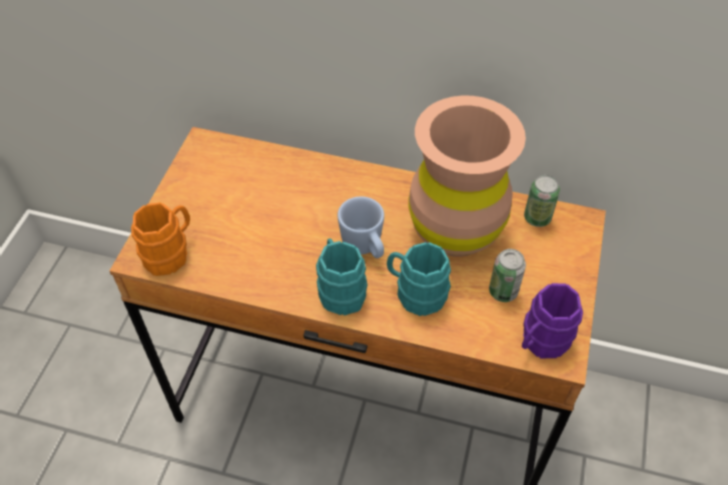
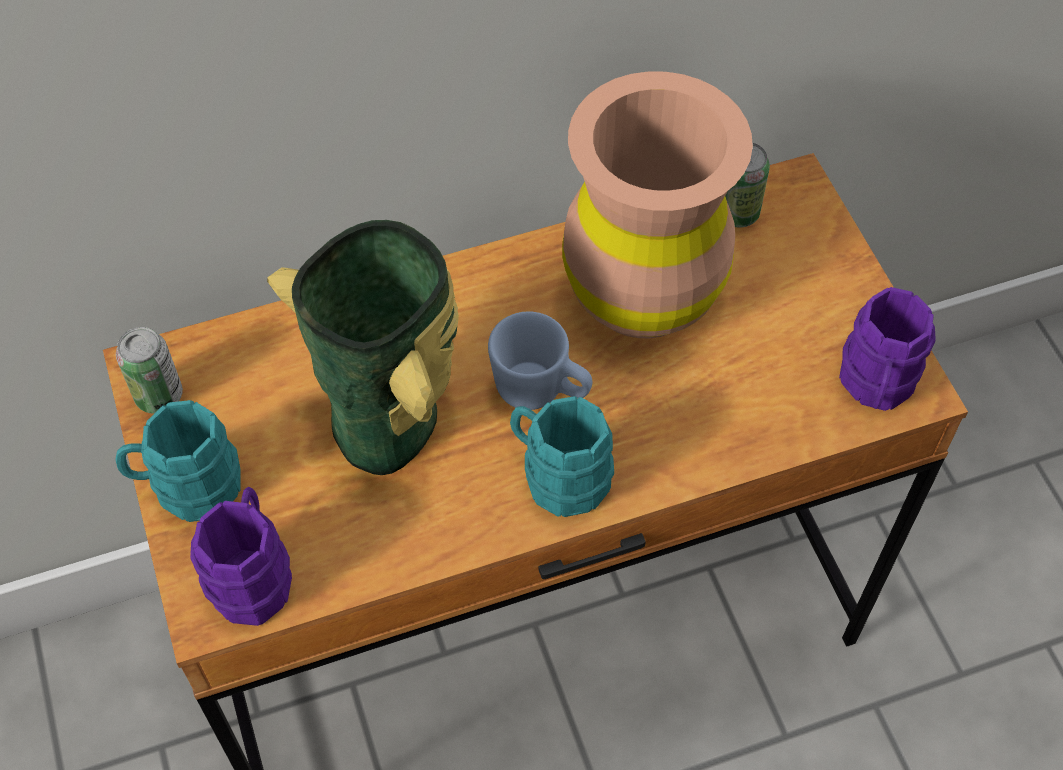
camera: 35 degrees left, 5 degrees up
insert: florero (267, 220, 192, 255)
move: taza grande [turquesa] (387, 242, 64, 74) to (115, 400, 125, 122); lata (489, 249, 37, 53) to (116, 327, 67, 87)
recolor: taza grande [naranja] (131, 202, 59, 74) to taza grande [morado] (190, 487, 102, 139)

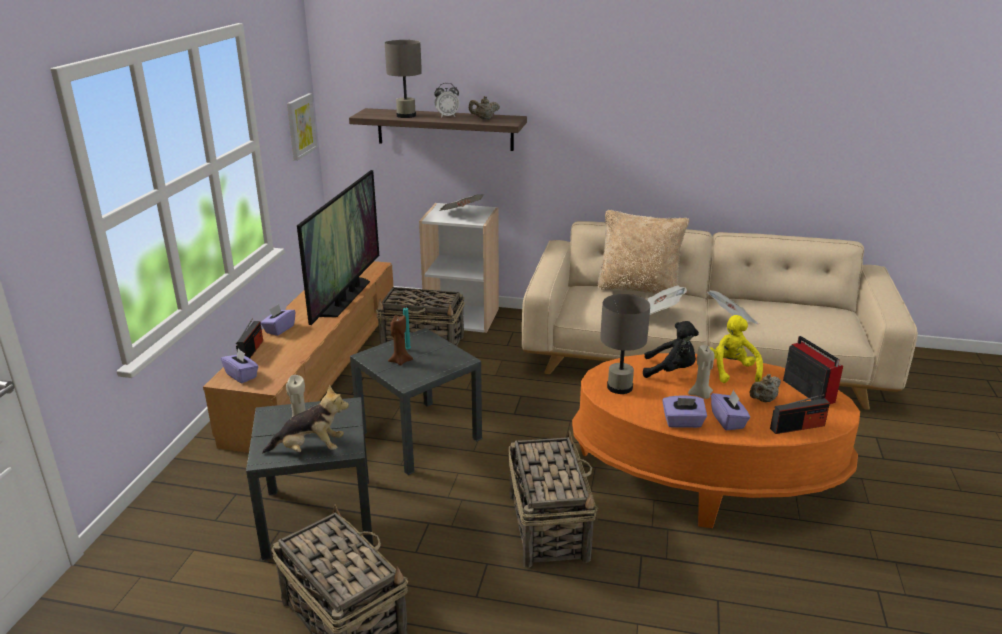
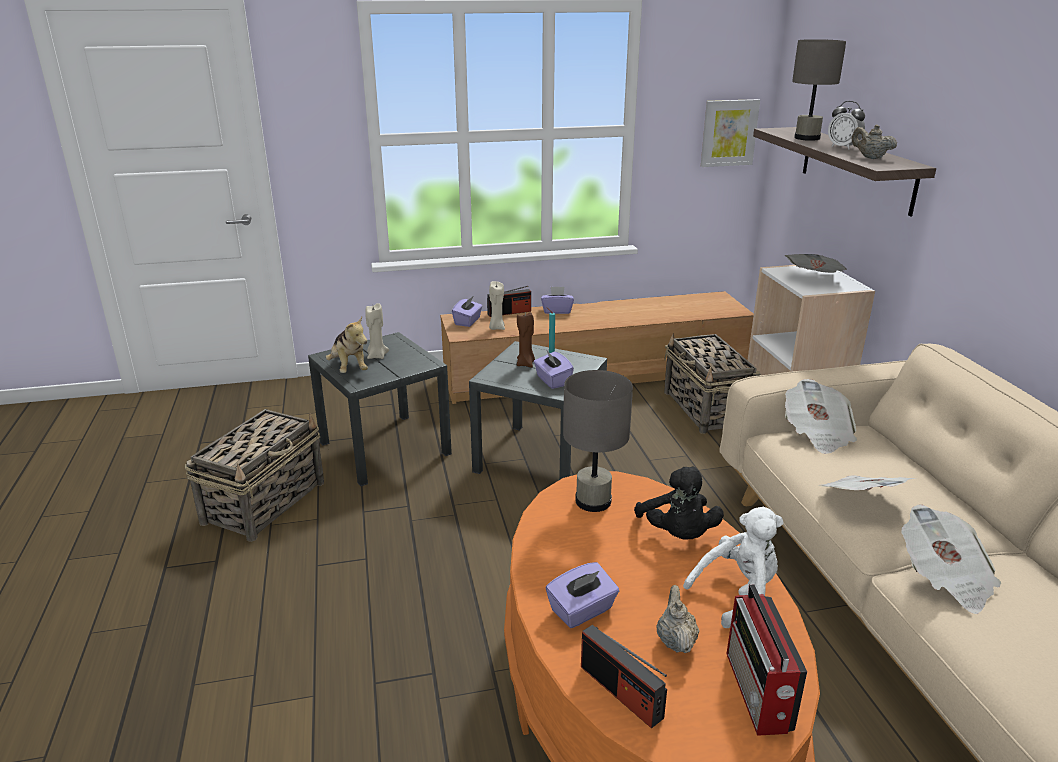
camera: 65 degrees right, 0 degrees up
delete: televisor (297, 170, 82, 155); cesta (509, 430, 89, 138); cojín [beis] (598, 210, 91, 84)
insert: periódico (785, 379, 72, 75)
move: caja de pañuelos [morado] (662, 395, 45, 33) to (534, 351, 40, 38); vela [beis] (688, 345, 27, 54) to (489, 281, 16, 49)
recolor: peluche [amarillo] (710, 315, 53, 68) to peluche [blanco] (683, 507, 101, 121)
rotate: tetera [beis] (750, 374, 31, 28) = (656, 585, 43, 69) 60 degrees clockwise; radio (783, 336, 60, 68) = (727, 584, 80, 152) 135 degrees clockwise

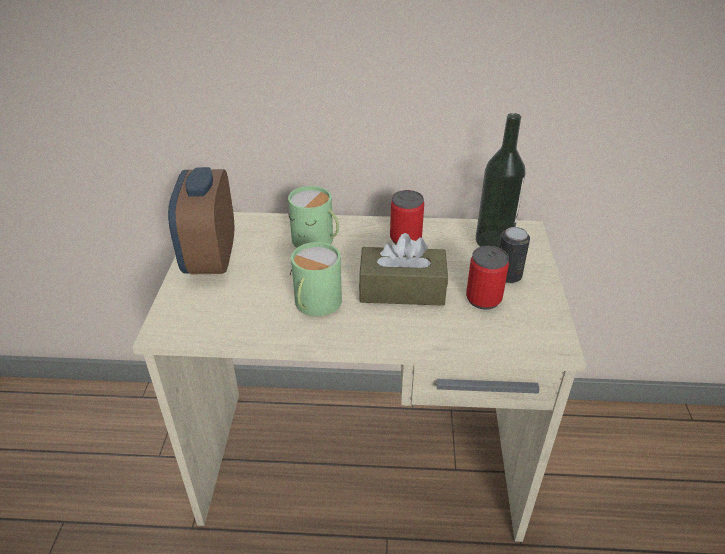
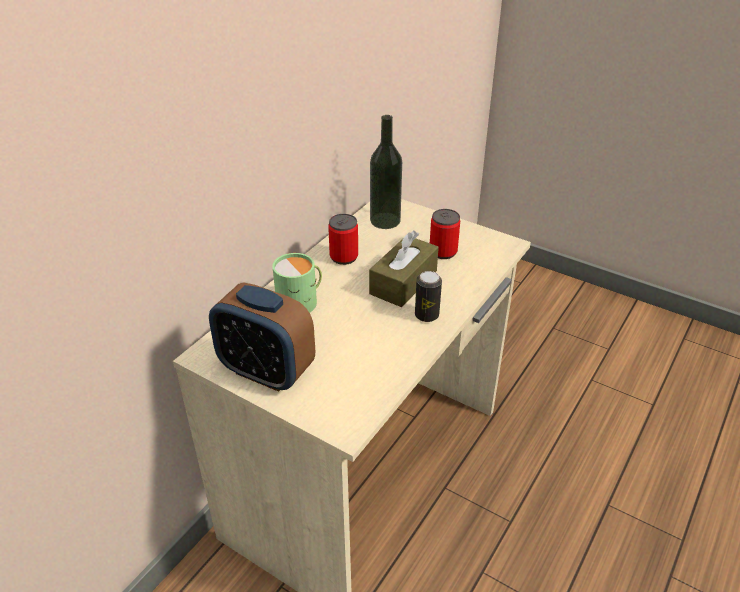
camera: 60 degrees left, 0 degrees up
delete: taza grande [verde] (290, 242, 52, 75)
move: lata (500, 227, 30, 56) to (415, 271, 27, 51)

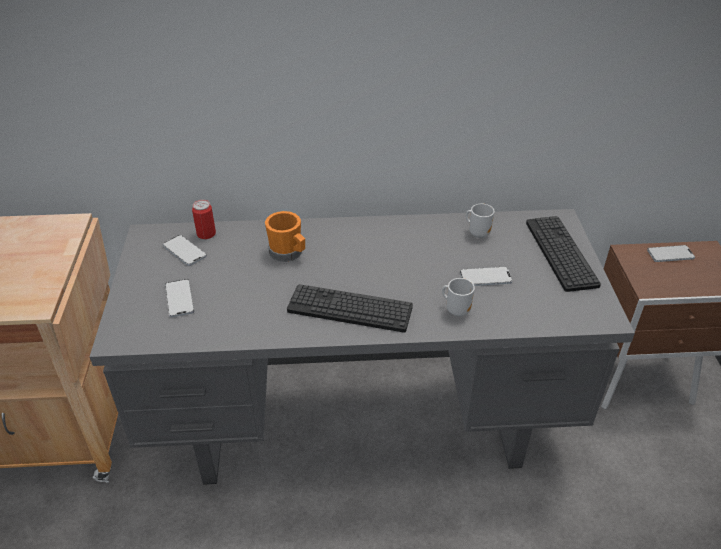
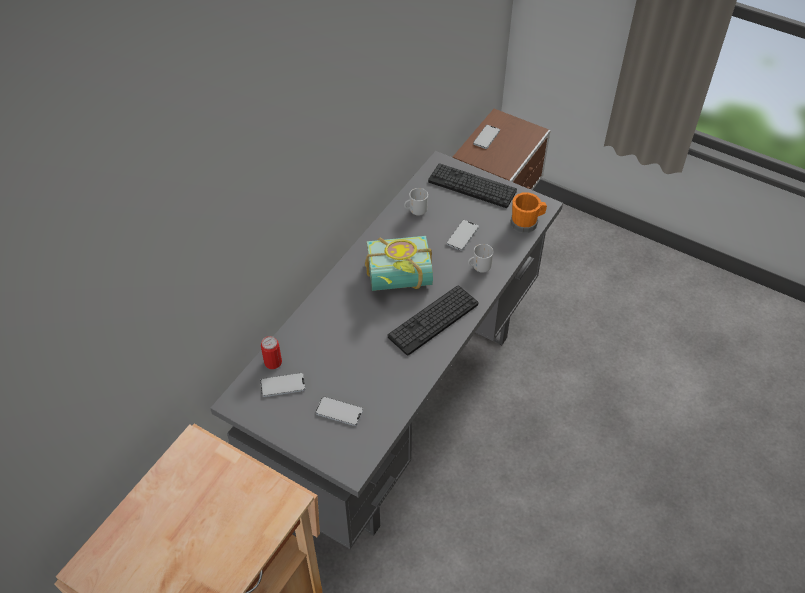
camera: 55 degrees left, 10 degrees up
insert: libro (365, 236, 68, 55)
move: taza grande [naranja] (265, 211, 40, 51) to (510, 192, 37, 41)

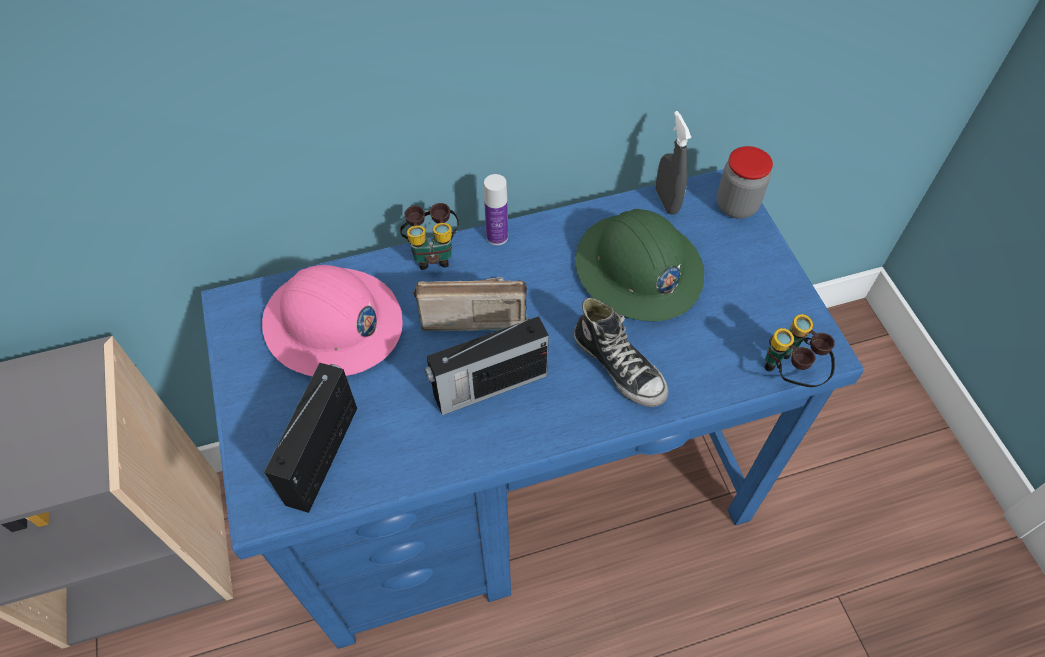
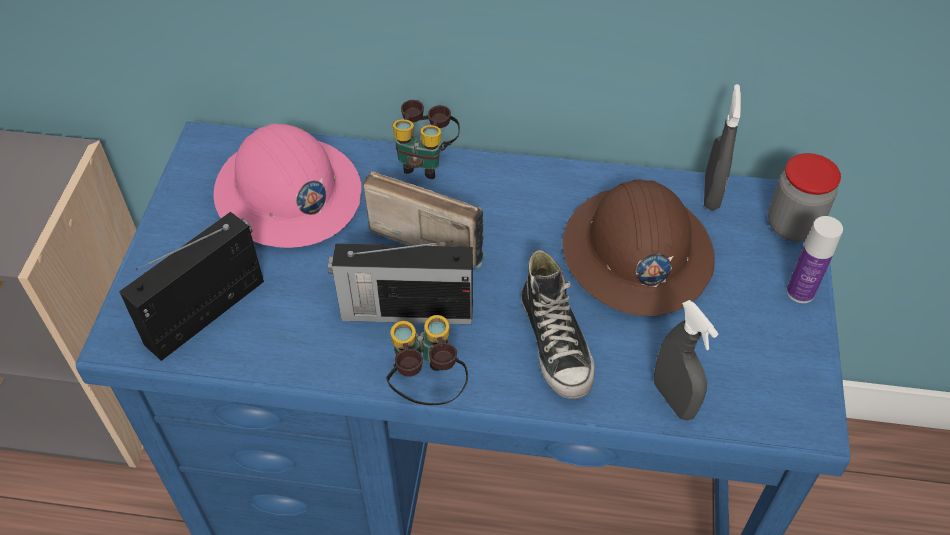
camera: 25 degrees right, 5 degrees down
insert: pulverizador [gris] (654, 300, 65, 120)
move: botella (484, 174, 24, 71) to (786, 216, 57, 87); prismáticos (765, 314, 70, 73) to (386, 315, 82, 90)
recolor: casco [verde] (575, 209, 129, 112) to casco [marrón] (562, 179, 153, 137)

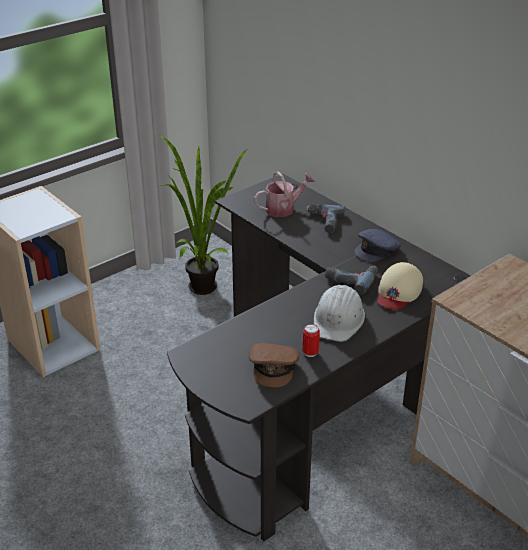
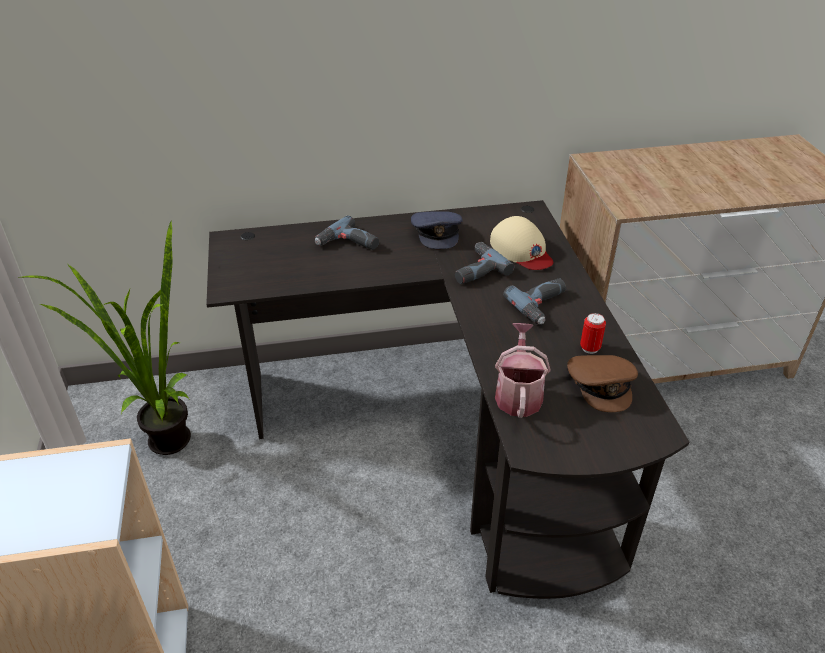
camera: 60 degrees left, 5 degrees up
move: regadera (254, 171, 61, 46) to (495, 323, 55, 95)
replace: casco [blanco] (314, 285, 51, 57) to taladro (503, 278, 63, 47)
rotate: gorra [marrón] (249, 343, 50, 44) = (567, 355, 71, 57) 45 degrees clockwise

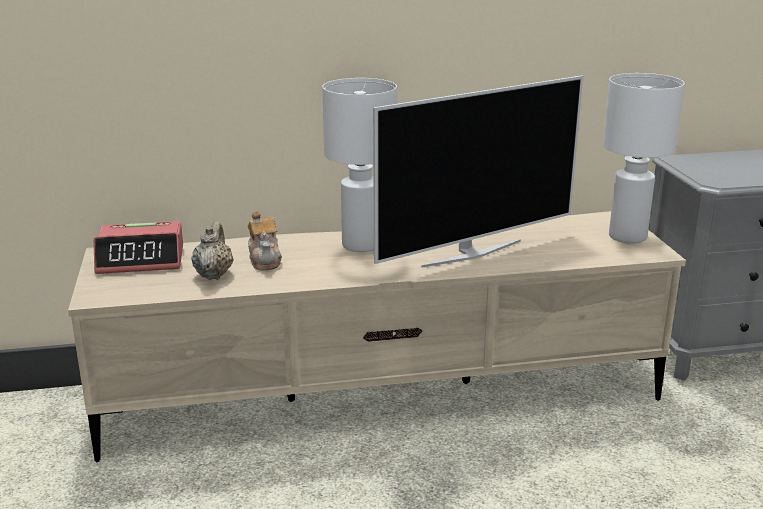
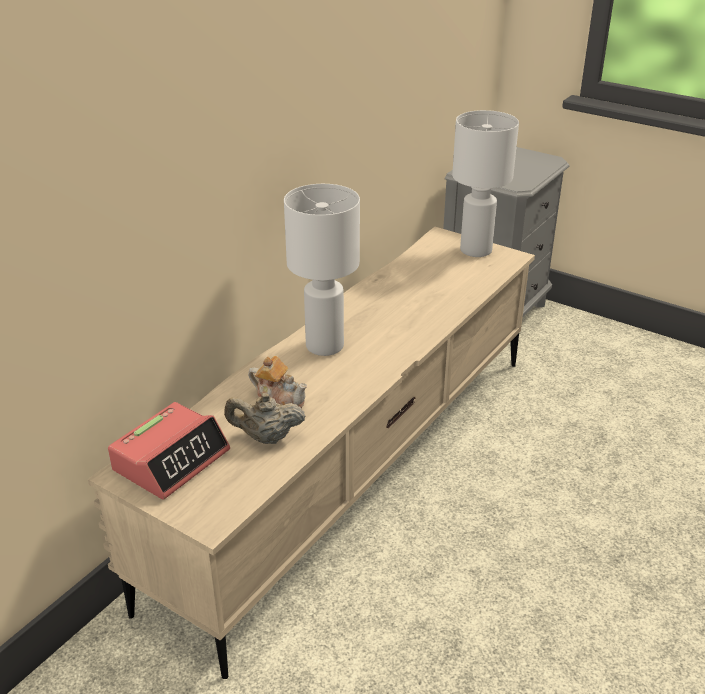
camera: 45 degrees left, 10 degrees up
delete: televisor (373, 75, 210, 193)
rotate: tetera [beis] (191, 221, 43, 59) = (224, 393, 82, 51) 45 degrees counterclockwise

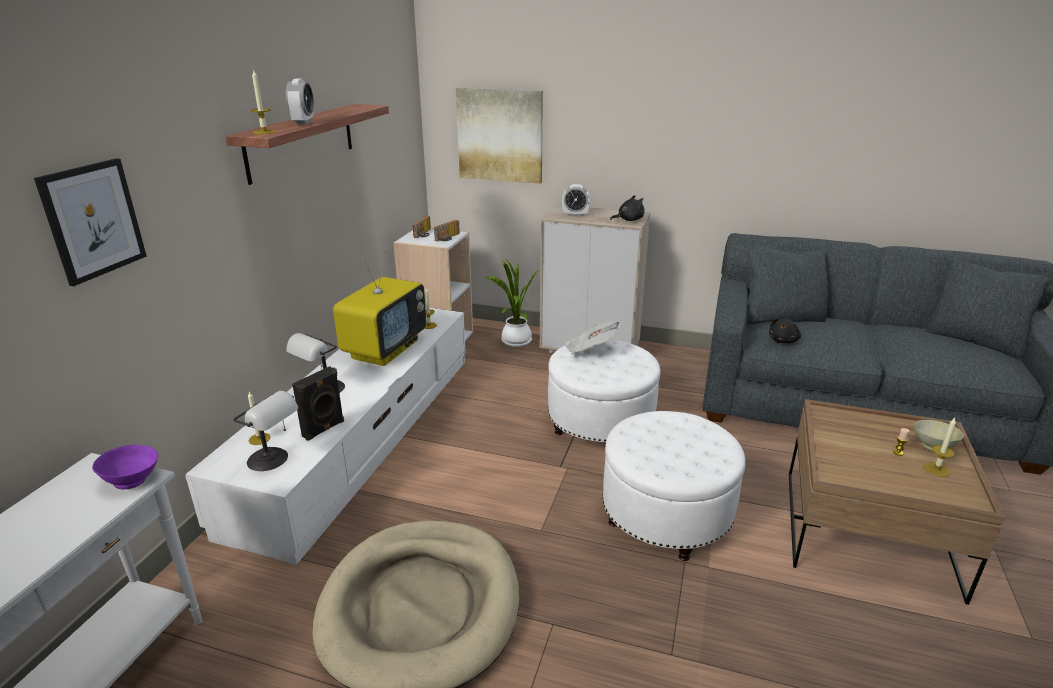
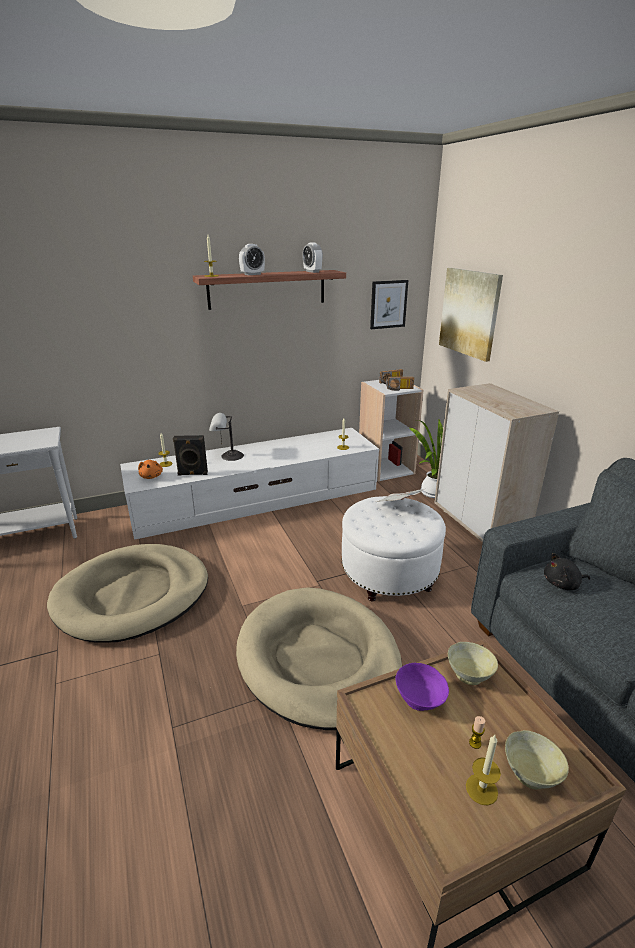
camera: 50 degrees right, 0 degrees up
delete: televisor (333, 251, 94, 115); peluche [negro] (610, 195, 35, 26)
insert: cuenco [beis] (448, 642, 50, 43)
move: cuadro (34, 158, 113, 128) to (370, 280, 38, 49); cuenco [morado] (92, 444, 66, 45) to (396, 663, 53, 48); despertador (562, 184, 28, 33) to (302, 242, 21, 31)
replace: lámpara de mesa (233, 391, 65, 80) to peluche [naranja] (138, 460, 25, 19); puf [blanco] (602, 411, 144, 150) to cama para perro [beis] (236, 587, 166, 143)

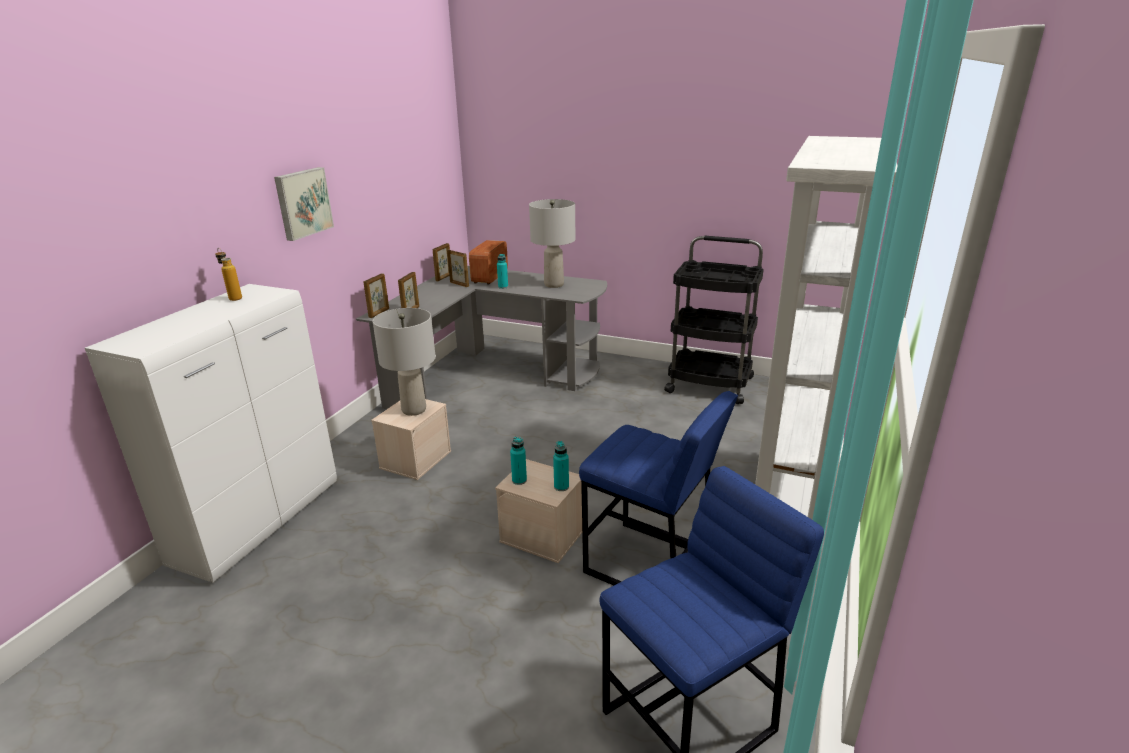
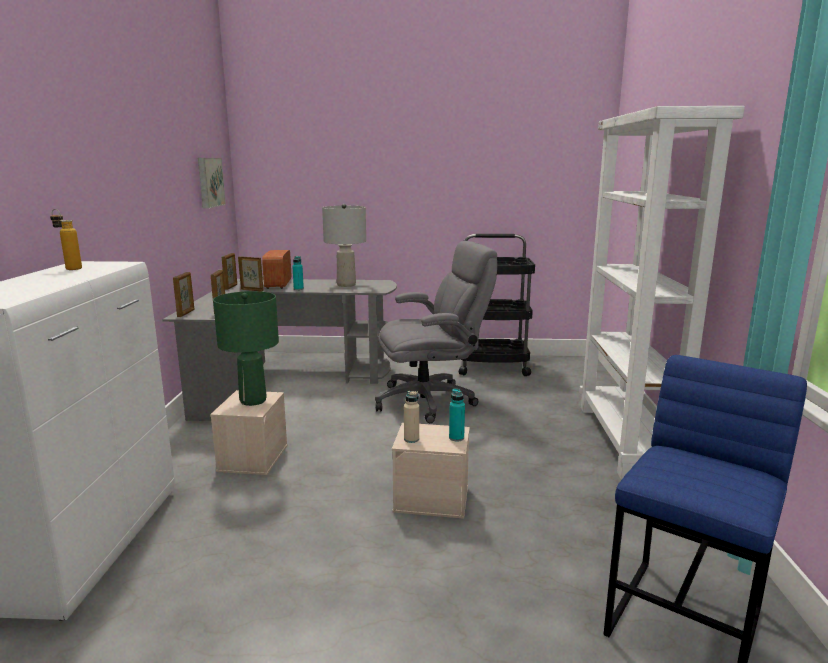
camera: 20 degrees left, 10 degrees down
delete: silla [azul] (579, 391, 159, 194)
insert: silla de oficina [gris] (375, 241, 122, 182)
move: cuadro (274, 167, 60, 74) to (198, 158, 28, 50)
recolor: lámpara de mesa [gris] (373, 308, 63, 108) to lámpara de mesa [verde] (213, 291, 66, 115); botella [turquesa] (510, 437, 17, 48) to botella [beis] (404, 391, 15, 52)

